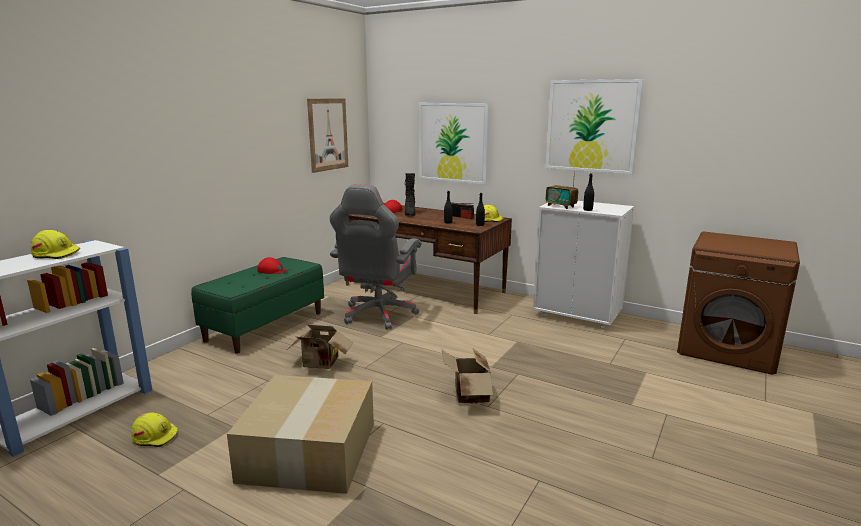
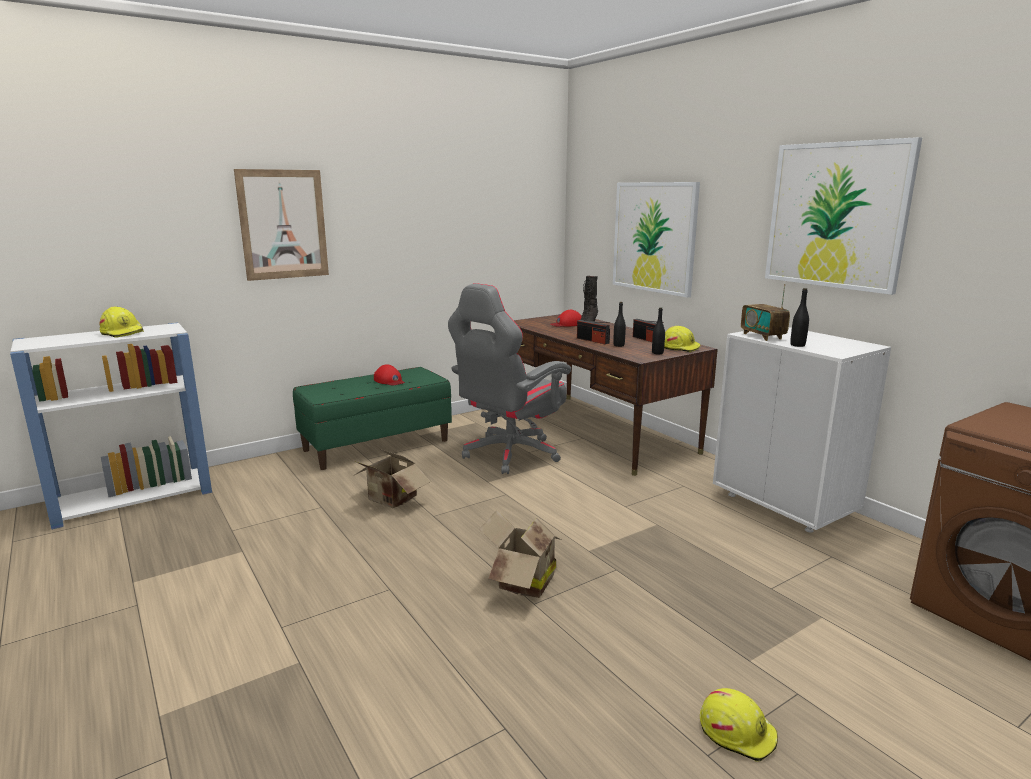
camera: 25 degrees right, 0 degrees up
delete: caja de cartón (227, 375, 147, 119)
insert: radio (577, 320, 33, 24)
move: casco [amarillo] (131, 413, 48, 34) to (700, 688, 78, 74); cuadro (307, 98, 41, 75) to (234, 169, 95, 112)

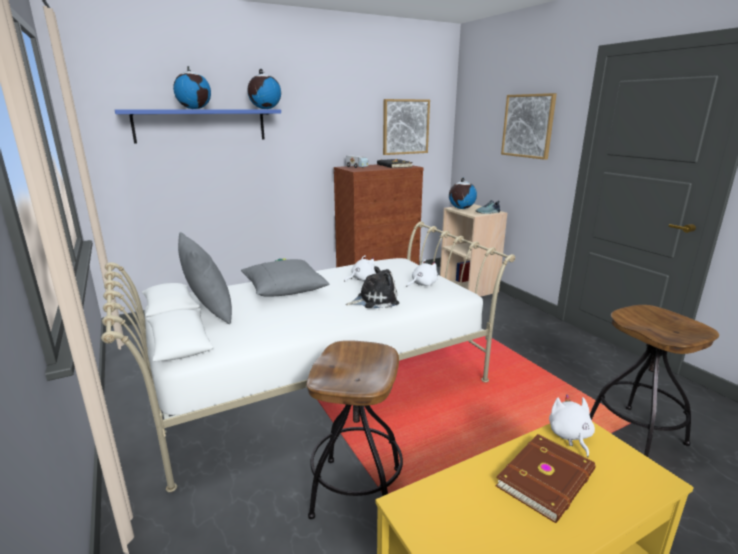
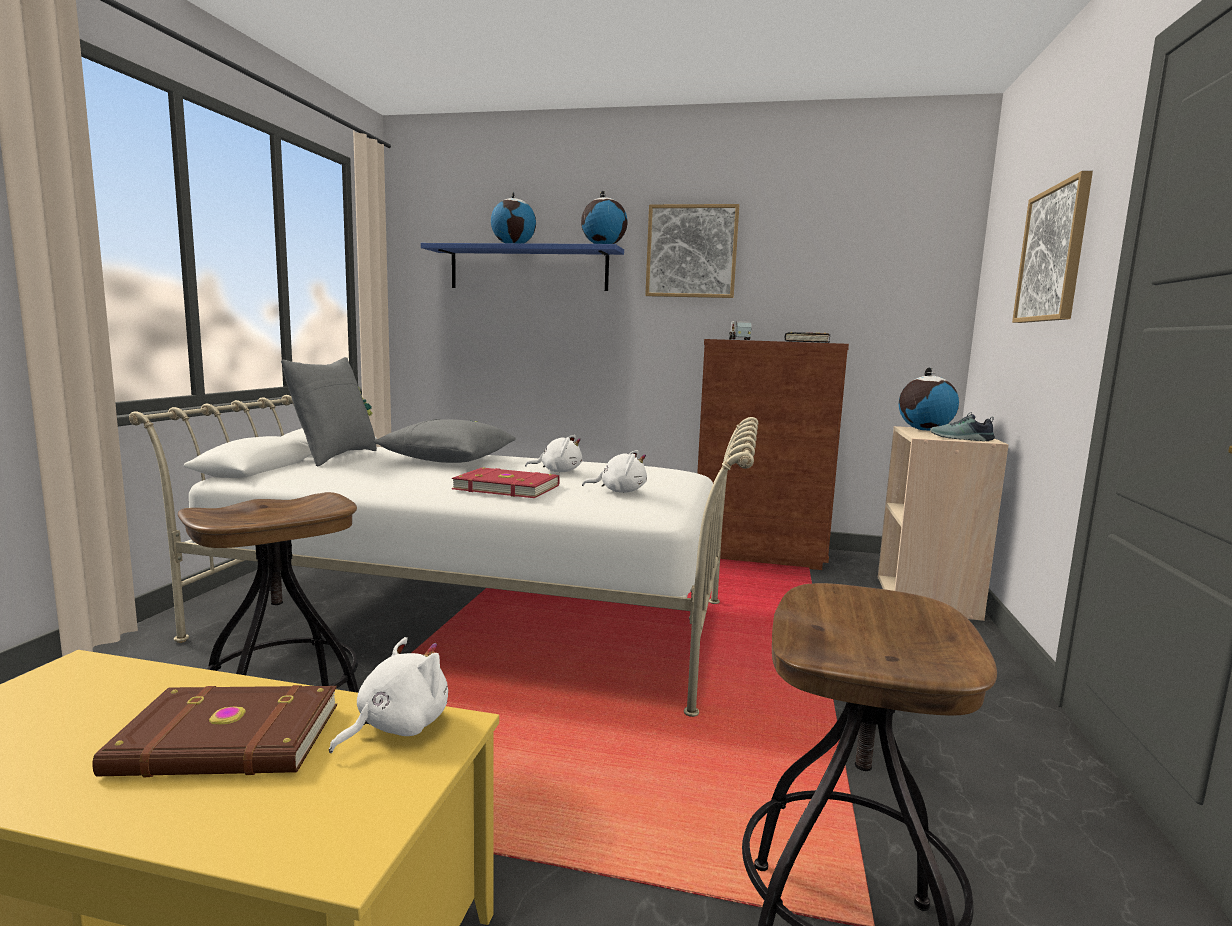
camera: 40 degrees right, 10 degrees down
move: cuadro (383, 99, 47, 56) to (645, 204, 94, 94)
replace: peluche (346, 266, 53, 42) to libro [rojo] (452, 467, 108, 31)

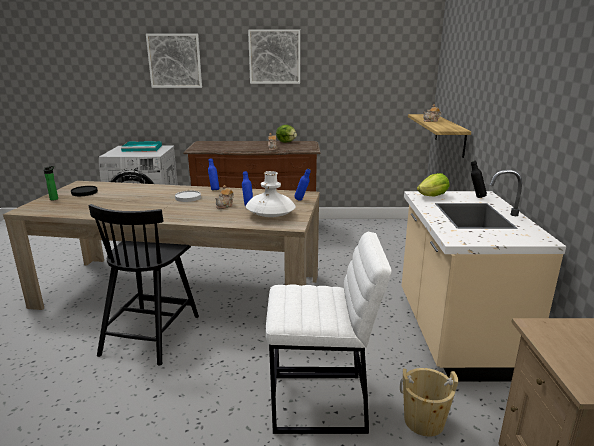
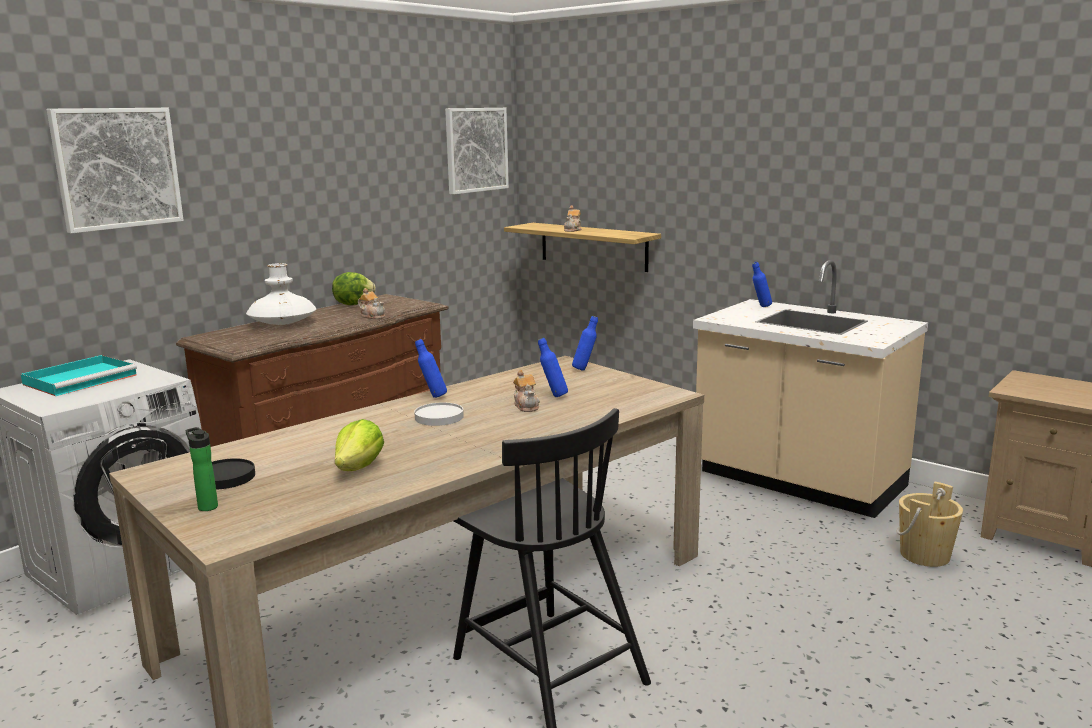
camera: 50 degrees left, 5 degrees down
delete: silla [blanco] (266, 232, 125, 202)
move: florero [blanco] (246, 171, 50, 46) to (246, 263, 70, 62); cuadro (248, 29, 52, 55) to (445, 108, 64, 86); lechuga (417, 173, 32, 23) to (335, 419, 49, 52)
recolor: botella [negro] (471, 161, 16, 37) to botella [azul] (752, 262, 20, 45)

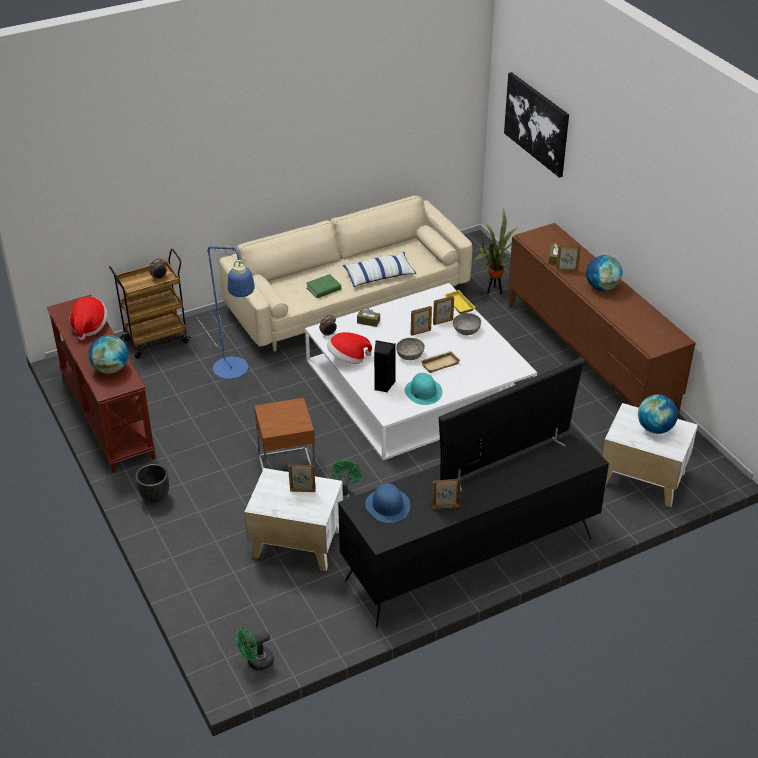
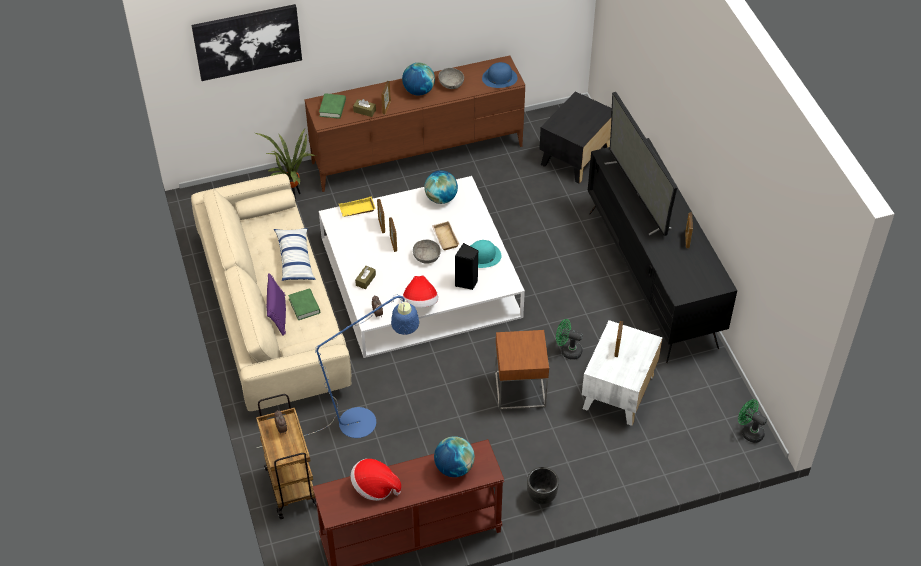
camera: 80 degrees left, 10 degrees up
insert: cojín [morado] (267, 273, 19, 63); libro [verde] (319, 93, 27, 26)
move: sombrero [azul] (365, 483, 45, 40) to (482, 62, 36, 26); cuenco [gris] (453, 313, 28, 22) to (438, 68, 26, 21); globo terráqueo (638, 395, 40, 39) to (424, 170, 34, 34)
recolor: mesa auxiliar [blanco] (602, 403, 96, 104) to mesa auxiliar [negro] (539, 91, 73, 93)
rotate: ventilador [verde] (236, 627, 38, 44) = (738, 399, 29, 44) 150 degrees clockwise

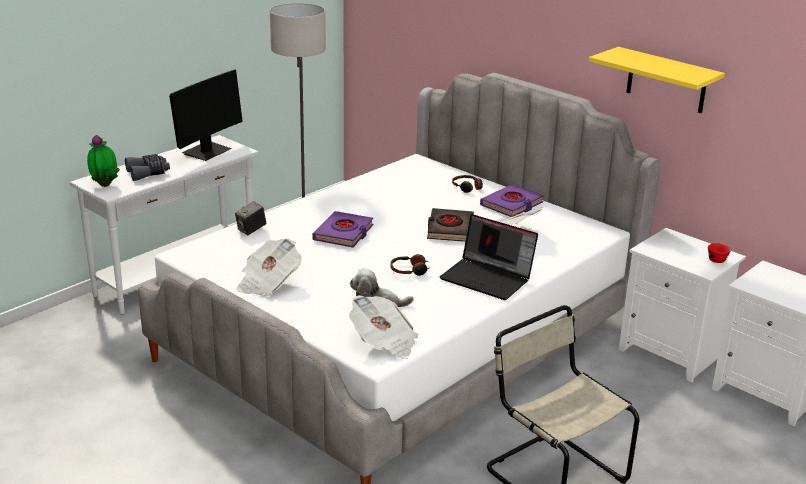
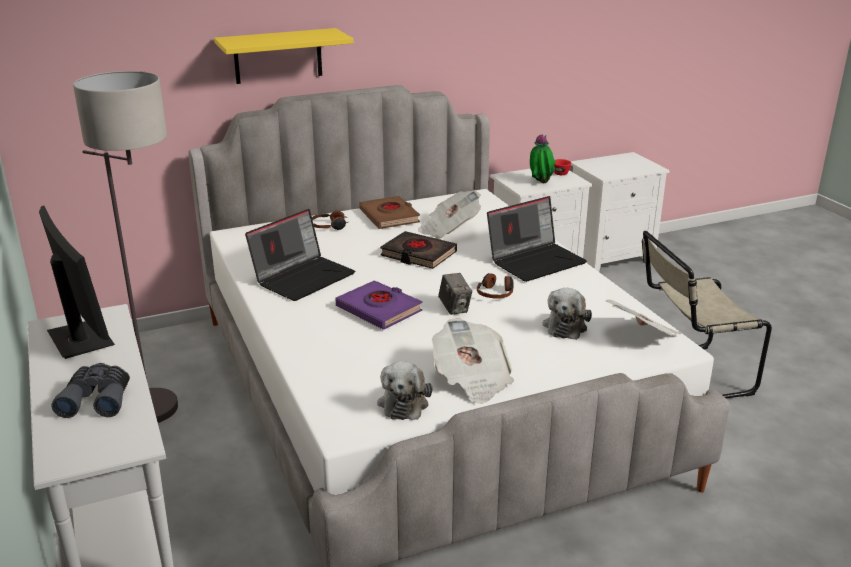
camera: 65 degrees left, 0 degrees up
insert: portátil (245, 209, 110, 92); peluche (377, 361, 55, 59)
move: planta en maceta (87, 135, 33, 52) to (530, 134, 26, 49); cámara (235, 201, 32, 34) to (438, 273, 34, 42); estante [amarillo] (589, 47, 136, 66) to (214, 28, 140, 56)
recolor: libro [morado] (480, 184, 64, 33) to libro [marrón] (359, 196, 61, 33)

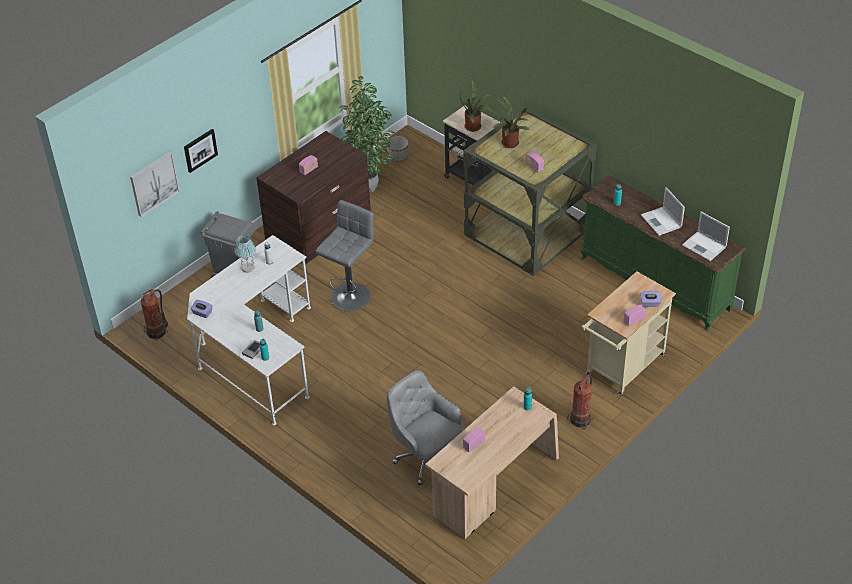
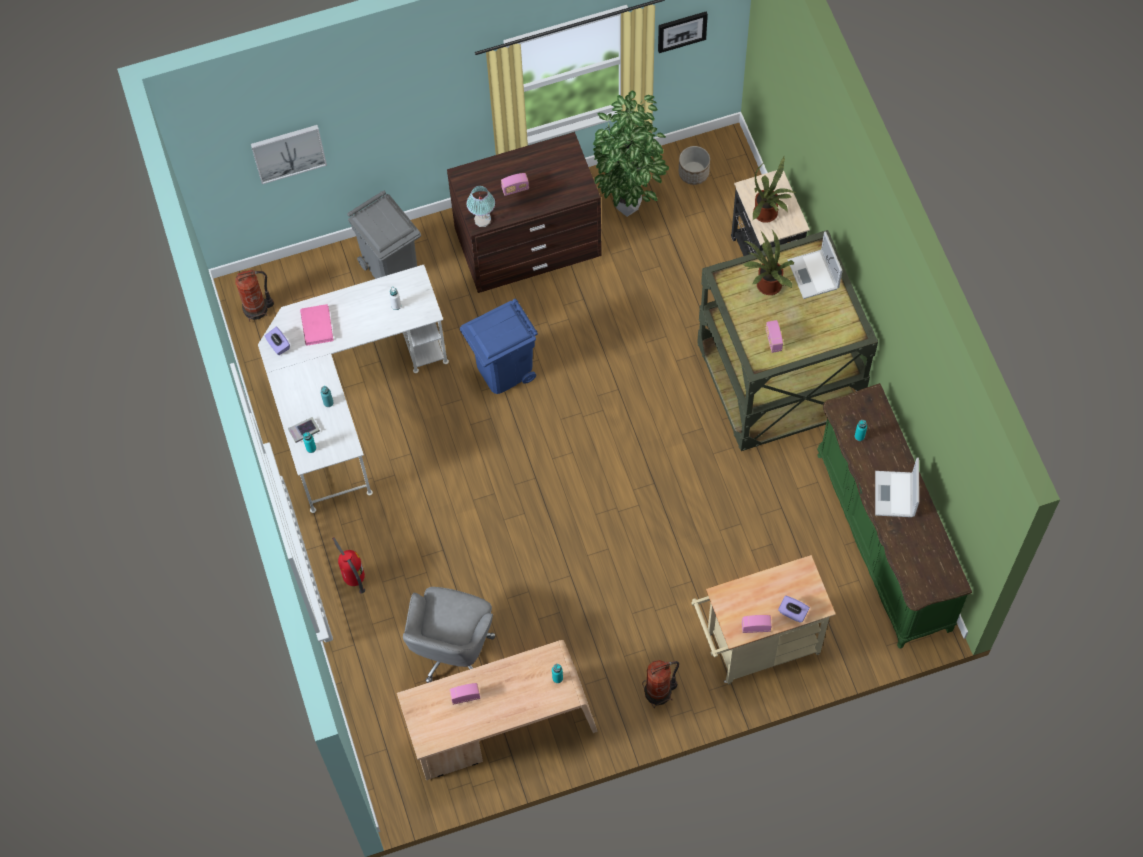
camera: 30 degrees right, 20 degrees up
insert: libro [rosa] (300, 304, 34, 42); extintor (332, 537, 33, 56)
move: cuadro (184, 129, 34, 44) to (658, 11, 50, 42); lámpara de mesa (234, 235, 22, 38) to (466, 186, 29, 41); portátil (682, 212, 48, 49) to (787, 231, 55, 68)
replace: taburete [gris] (315, 200, 59, 111) to papelera [azul] (460, 299, 78, 95)
rotate: silla de oficina [gris] (387, 370, 77, 115) = (403, 587, 92, 96) 150 degrees counterclockwise

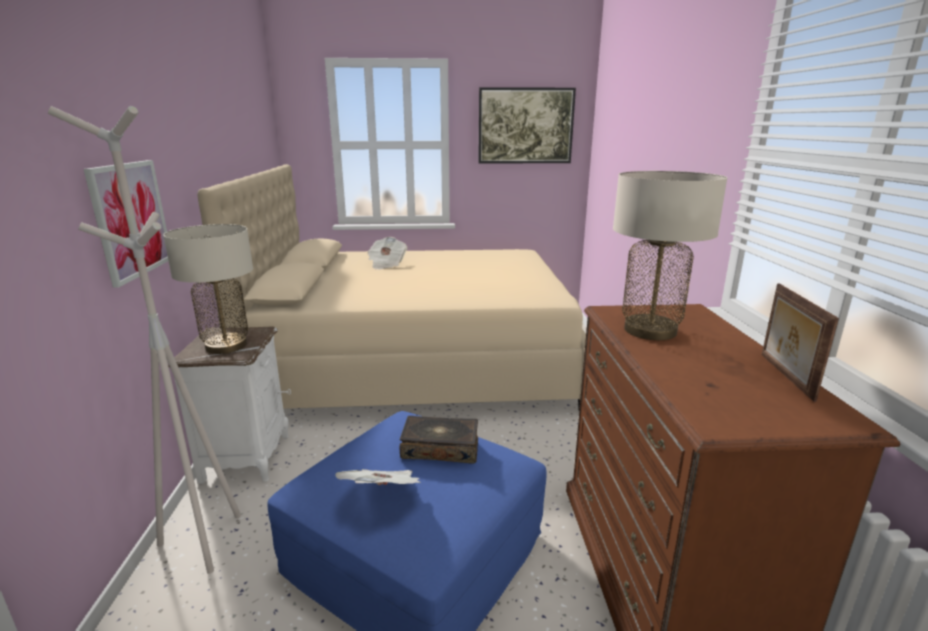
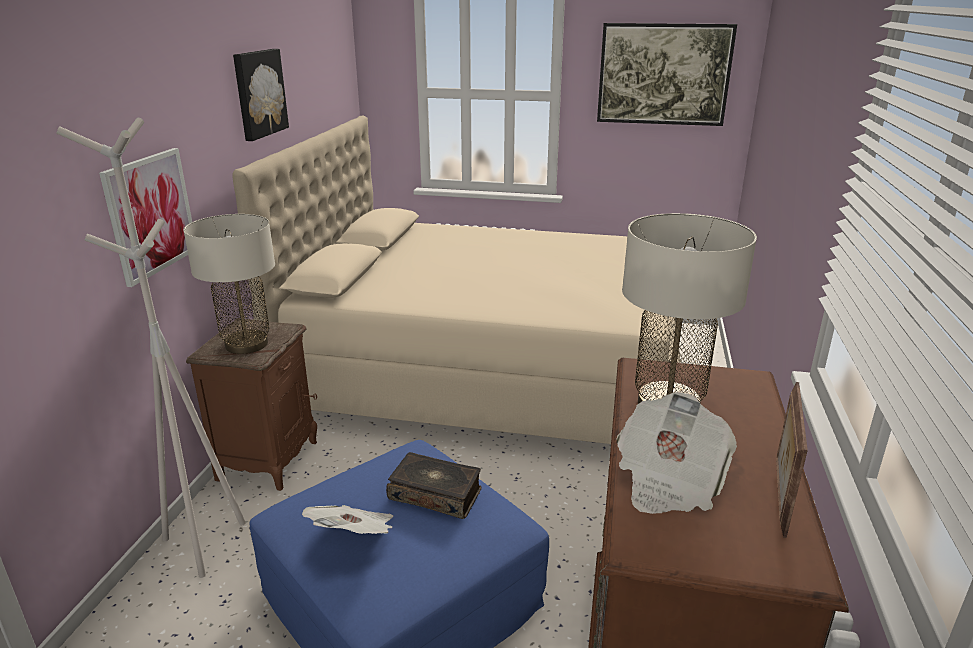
camera: 15 degrees right, 5 degrees up
insert: cuadro (233, 49, 56, 92)
move: periódico (367, 237, 41, 33) to (616, 392, 121, 122)
recolor: mesita de noche [blanco] (168, 327, 123, 157) to mesita de noche [marrón] (186, 318, 131, 173)

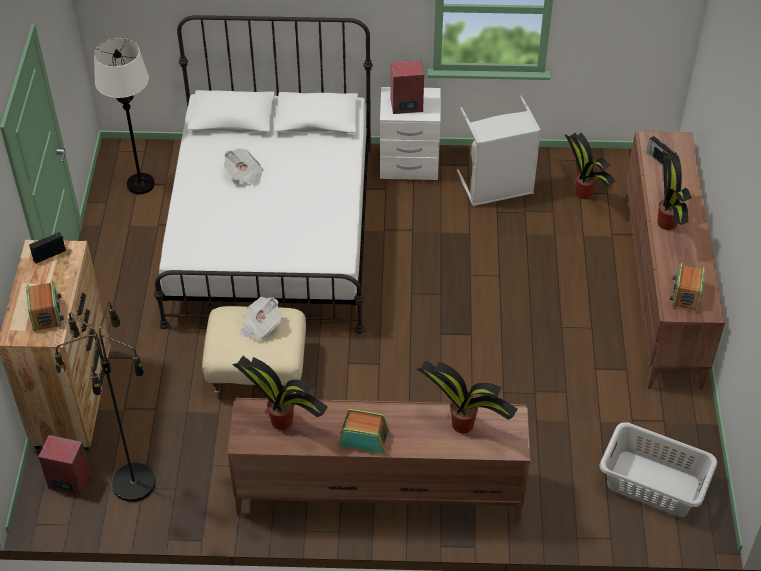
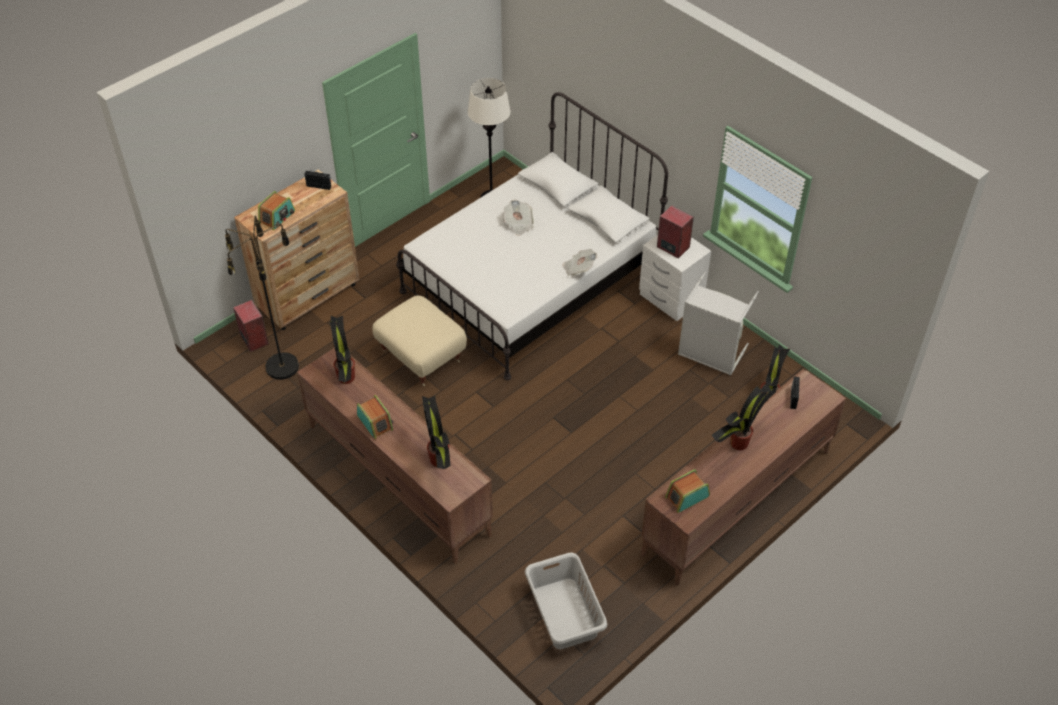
camera: 45 degrees right, 0 degrees up
move: periódico (240, 297, 42, 44) to (563, 249, 34, 27)

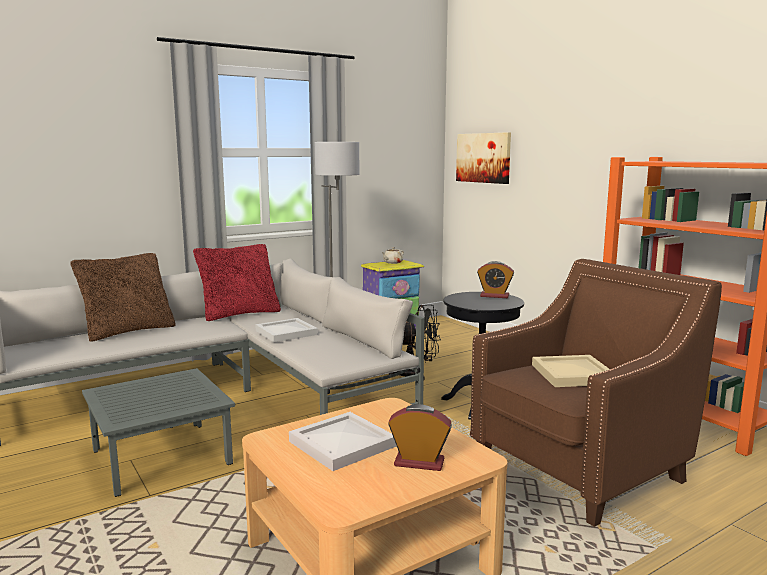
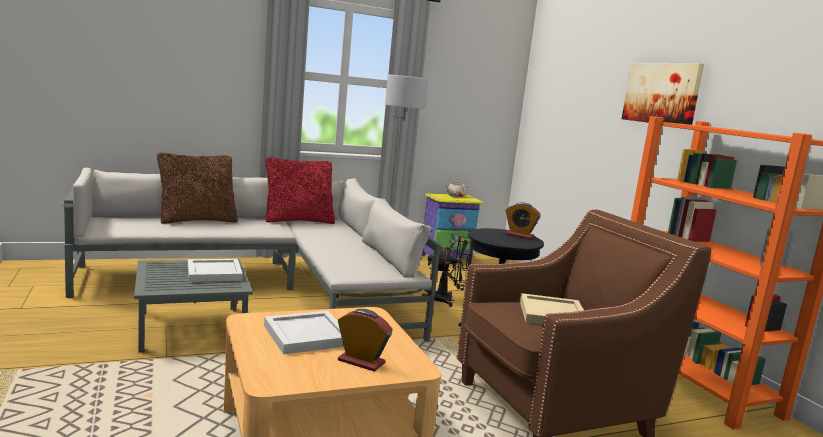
camera: 10 degrees right, 0 degrees up
move: bandeja [blanco] (255, 318, 63, 24) to (188, 259, 55, 23); cuadro (456, 132, 55, 52) to (622, 63, 82, 62)

